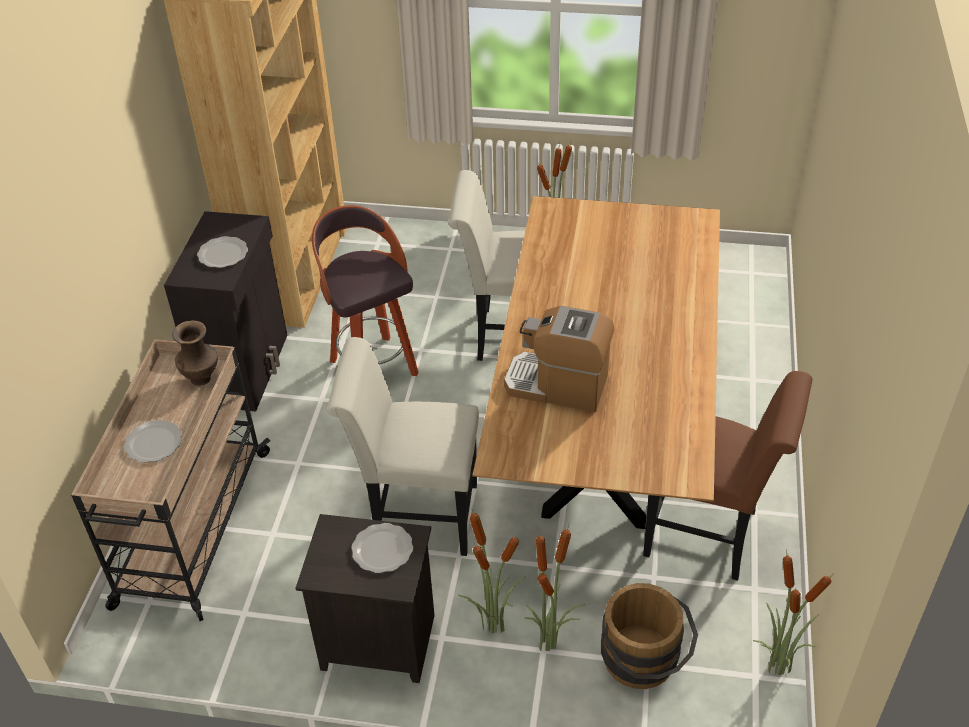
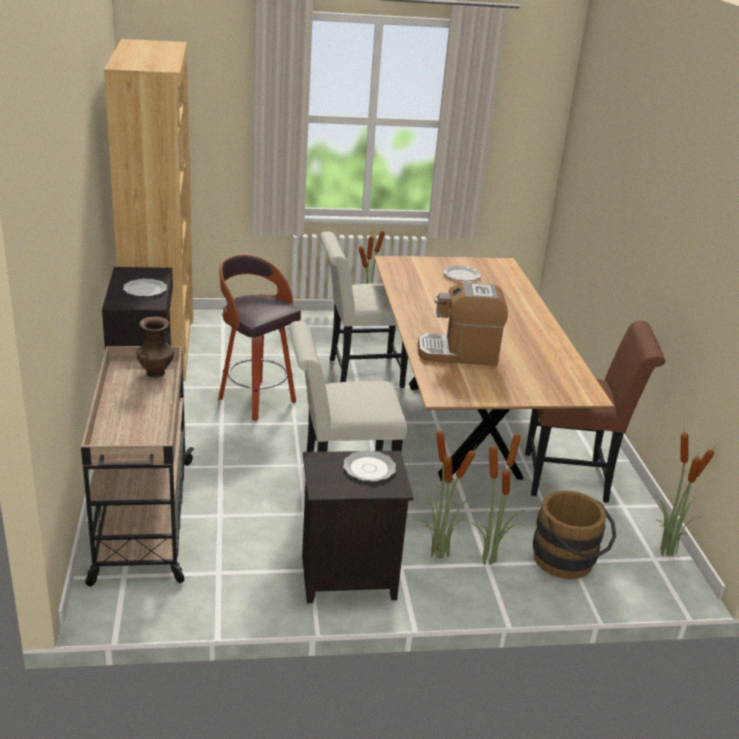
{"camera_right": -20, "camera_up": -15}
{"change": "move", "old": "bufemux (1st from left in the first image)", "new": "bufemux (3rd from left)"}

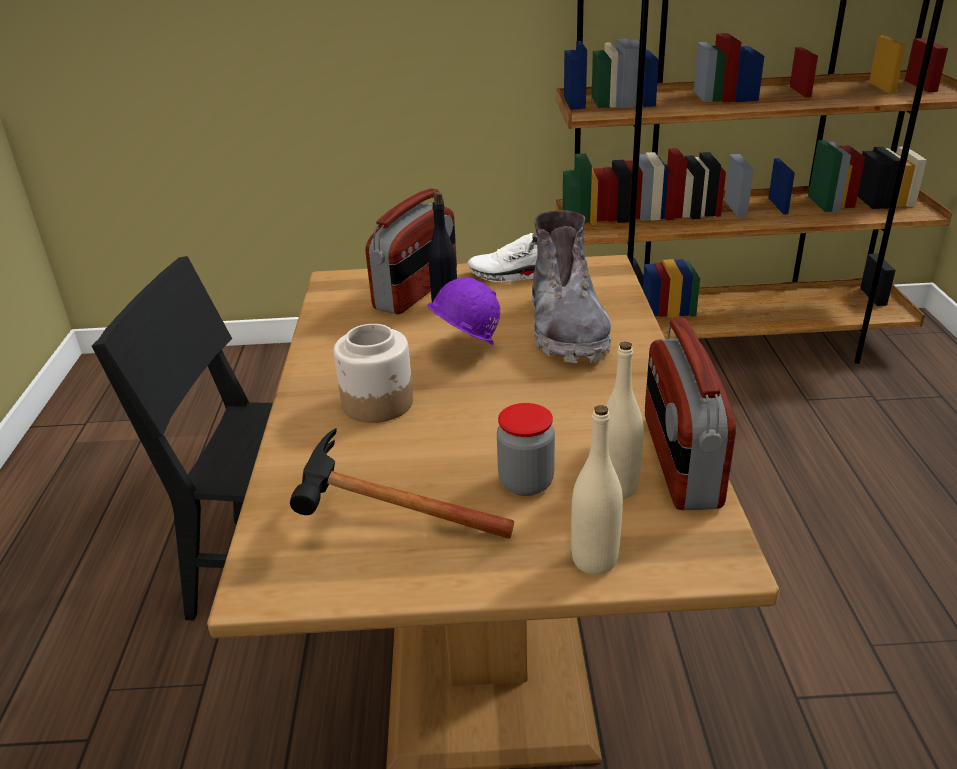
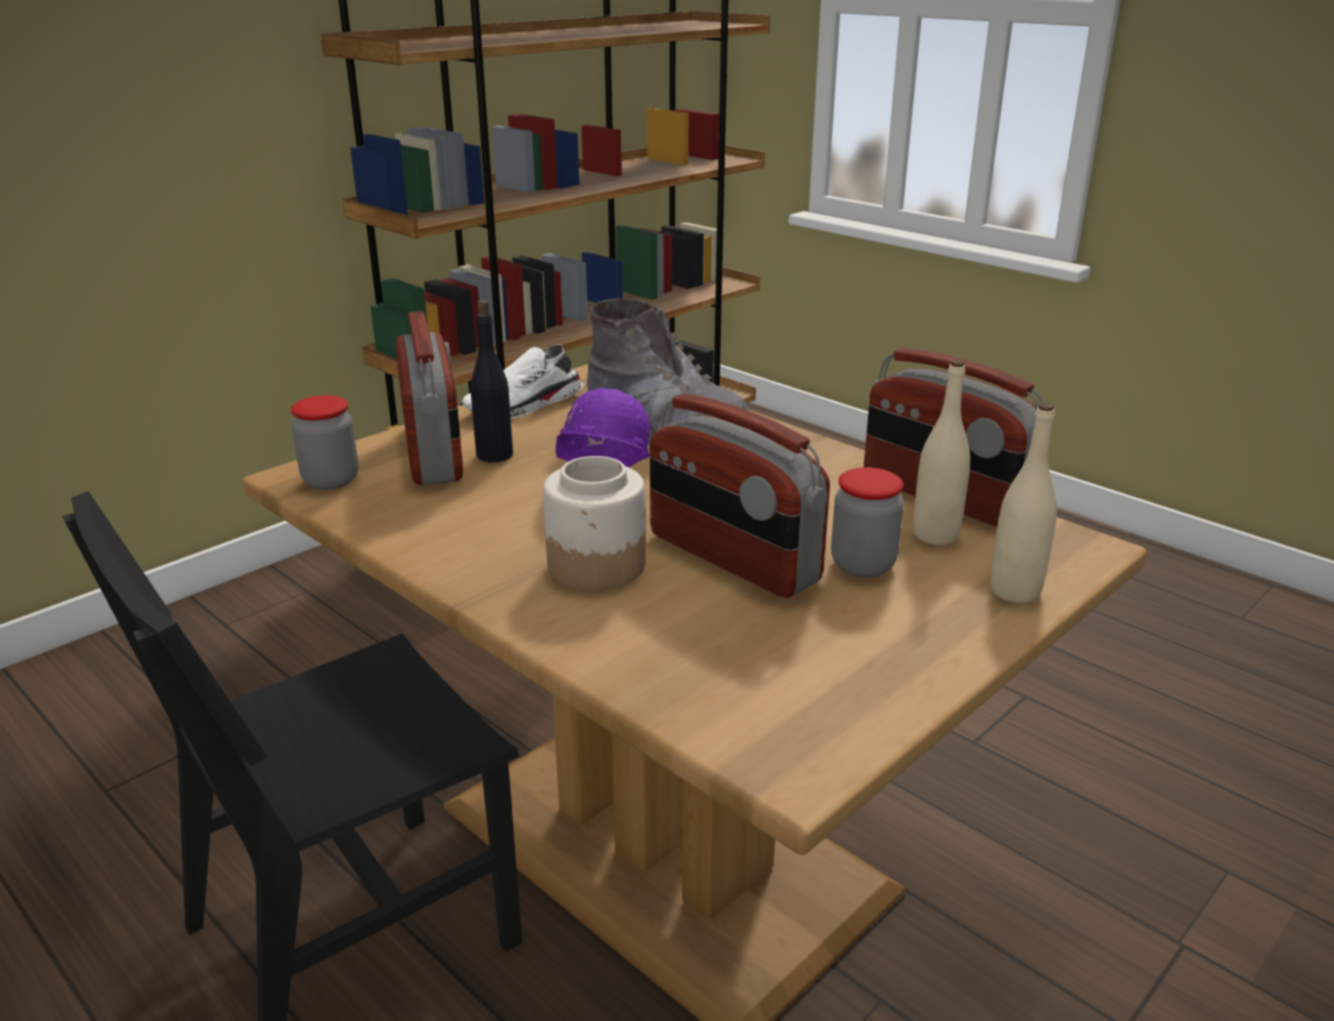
{"camera_right": -45, "camera_up": -5}
{"change": "delete", "old": "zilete"}
{"change": "insert", "new": "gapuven (1st from left)"}
{"change": "insert", "new": "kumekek (2nd from left)"}

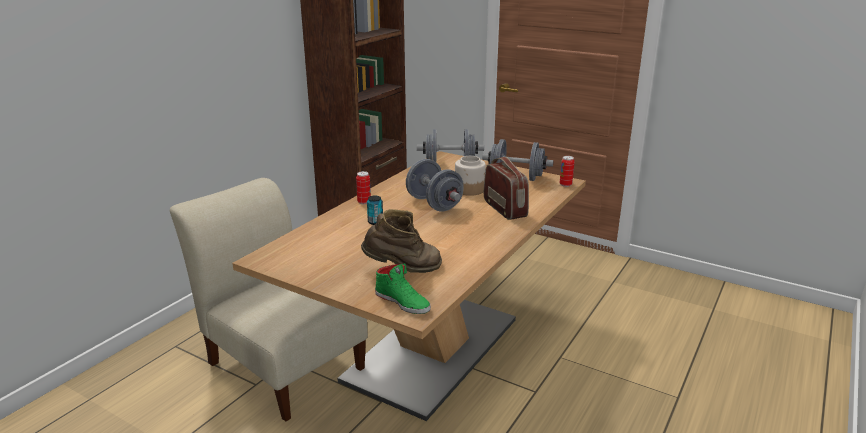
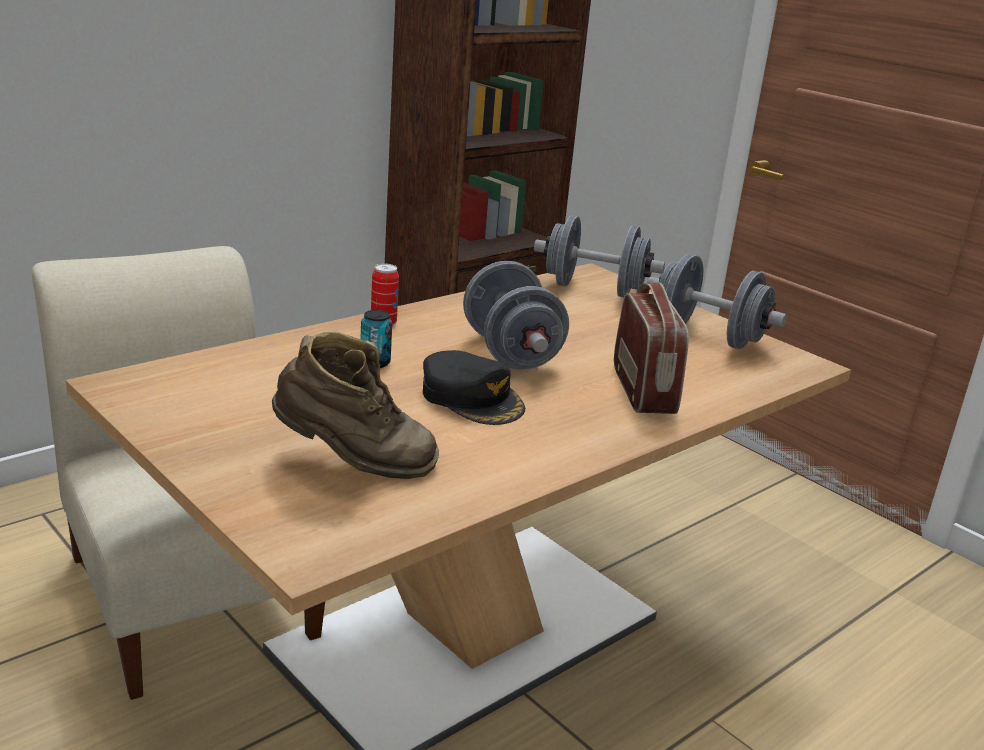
{"camera_right": 15, "camera_up": 0}
{"change": "delete", "old": "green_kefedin"}
{"change": "delete", "old": "gapuven"}
{"change": "delete", "old": "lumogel (3rd from left)"}
{"change": "insert", "new": "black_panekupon"}

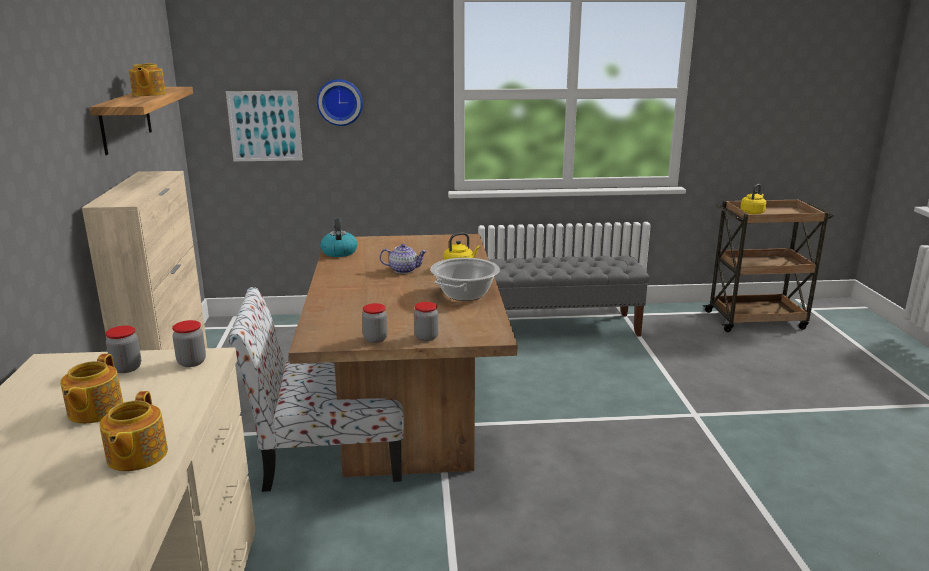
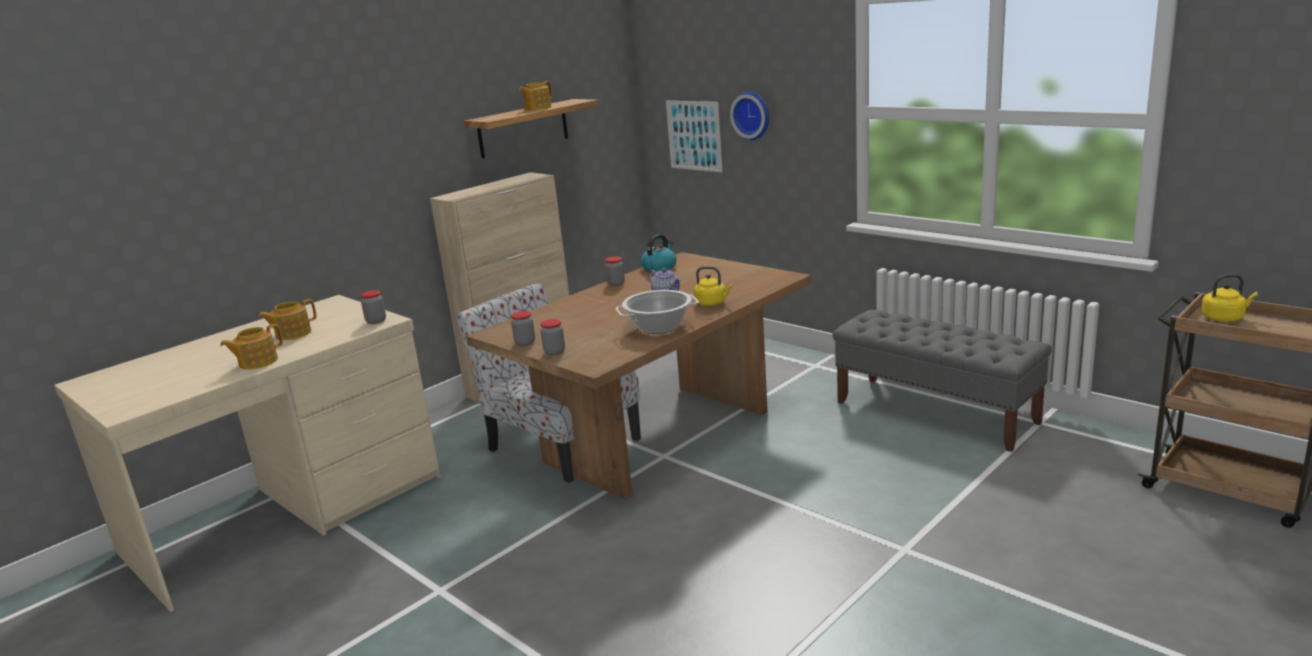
{"camera_right": 50, "camera_up": 0}
{"change": "move", "old": "gapuven (1st from left in the first image)", "new": "gapuven (4th from left)"}

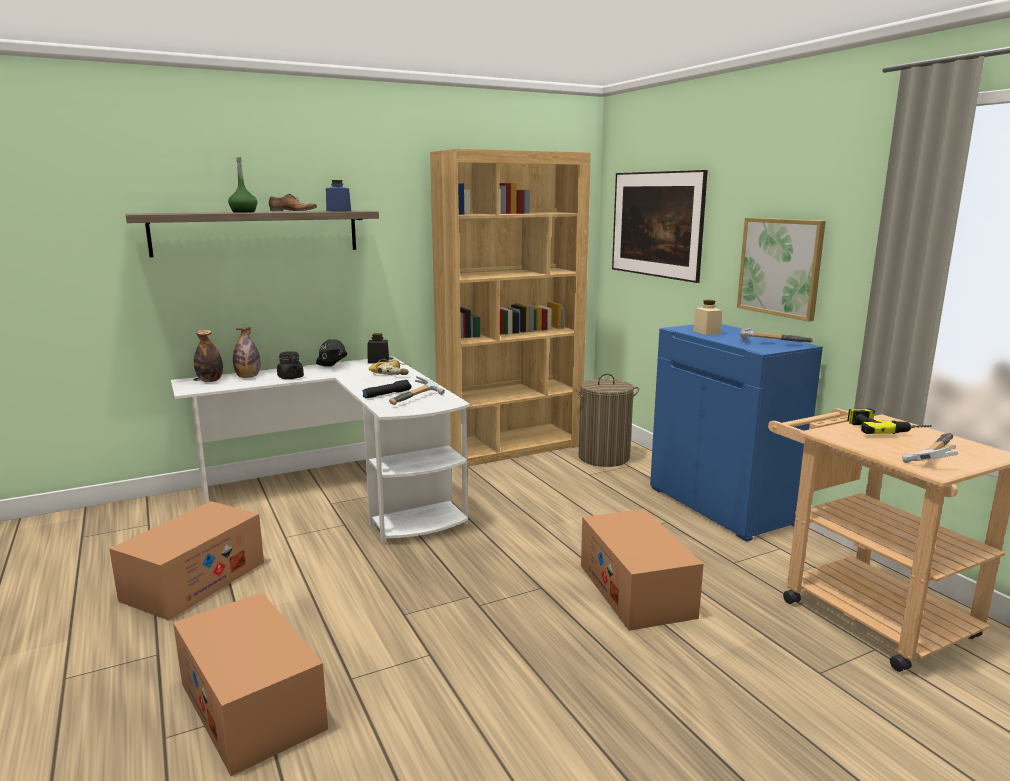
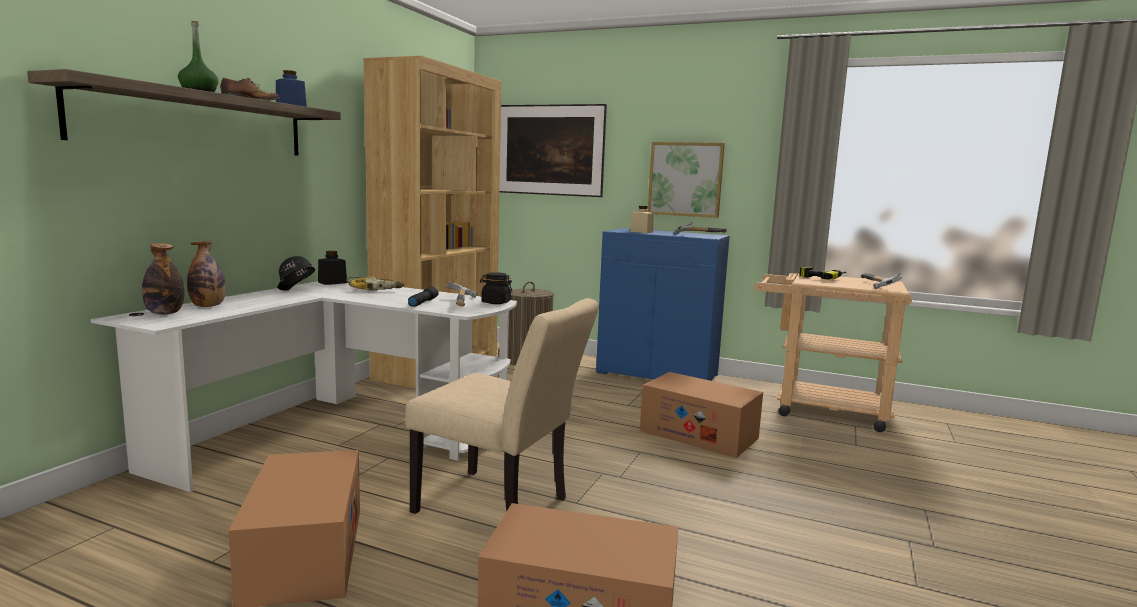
{"camera_right": -40, "camera_up": -5}
{"change": "move", "old": "black_gapuven (1st from left in the first image)", "new": "black_gapuven (2nd from left)"}
{"change": "insert", "new": "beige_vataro"}

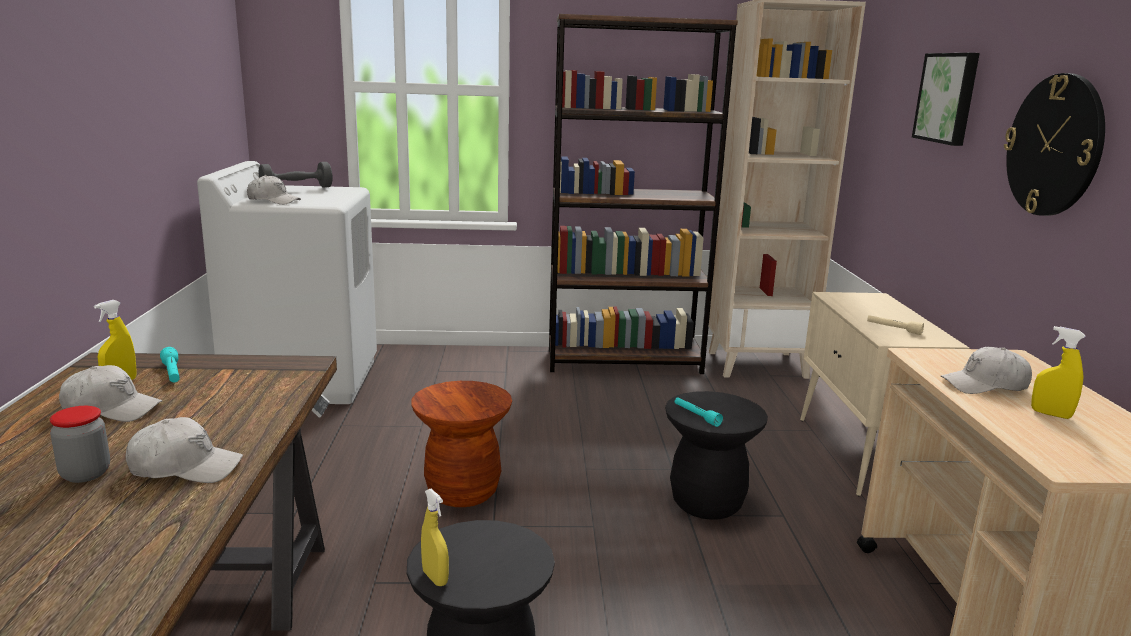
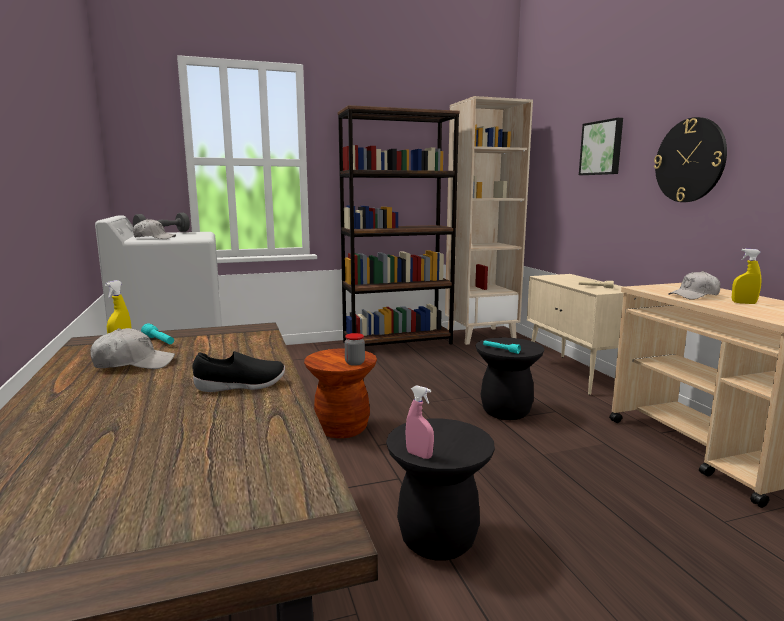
{"camera_right": -15, "camera_up": -5}
{"change": "move", "old": "gapuven"}
{"change": "replace", "old": "white_panekupon (2nd from left)", "new": "black_kefedin"}
{"change": "recolor", "old": "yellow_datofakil (2nd from left)", "new": "pink_datofakil"}

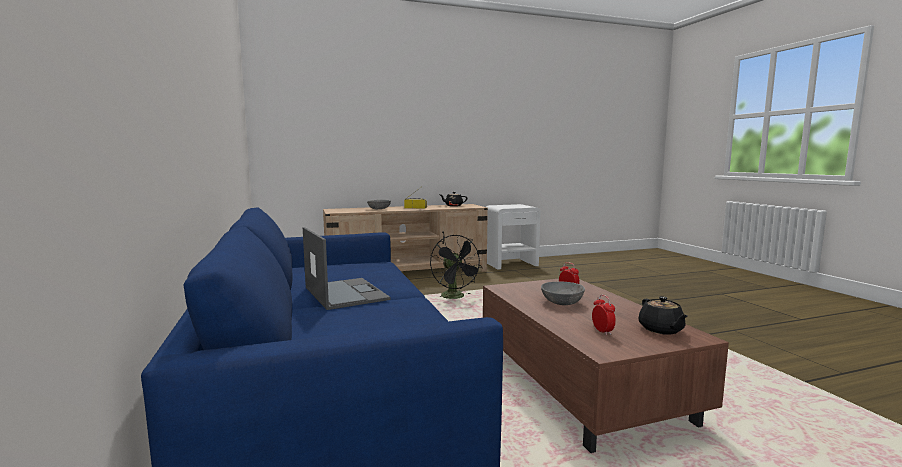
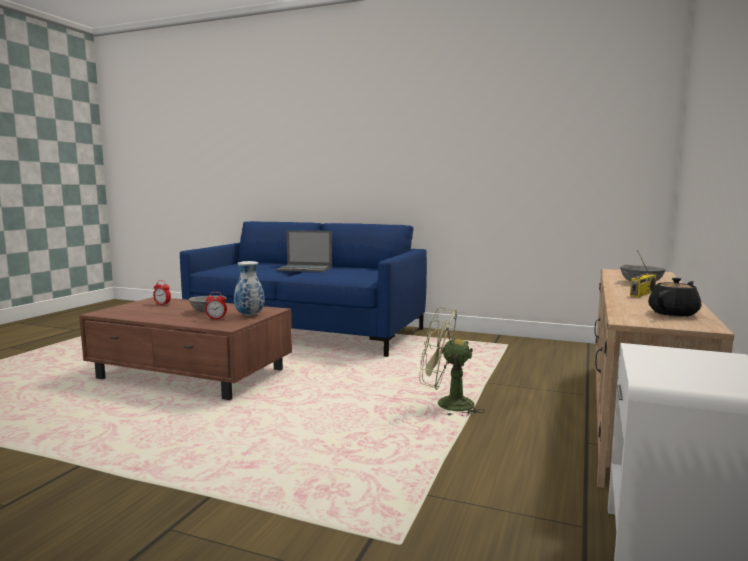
{"camera_right": 130, "camera_up": 0}
{"change": "recolor", "old": "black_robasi", "new": "green_robasi"}
{"change": "delete", "old": "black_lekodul (2nd from left)"}
{"change": "insert", "new": "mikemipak"}

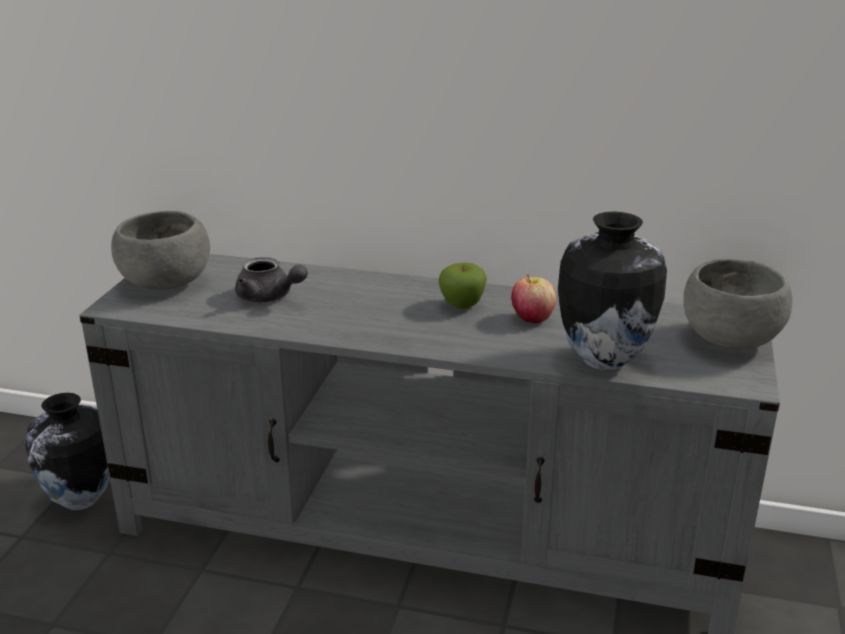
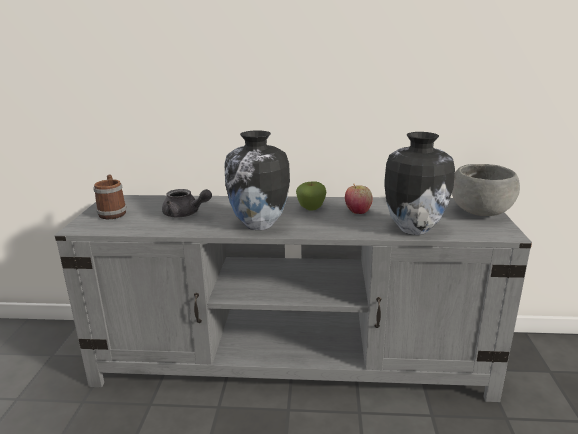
{"camera_right": -10, "camera_up": -5}
{"change": "move", "old": "mikemipak (1st from left)"}
{"change": "replace", "old": "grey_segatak (1st from left)", "new": "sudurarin"}

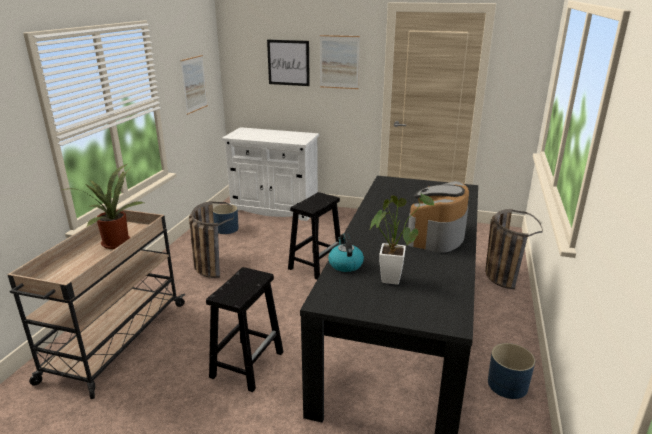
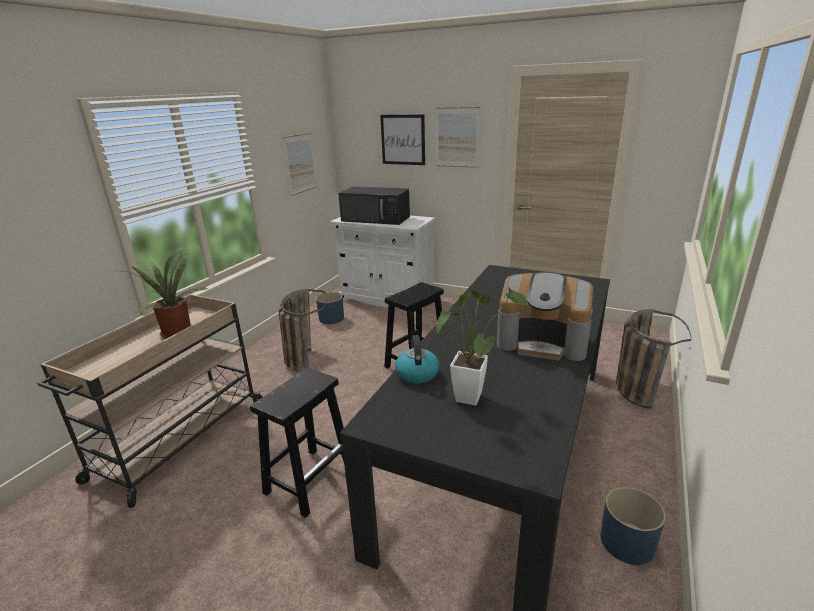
{"camera_right": 10, "camera_up": 0}
{"change": "rotate", "old": "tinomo", "degrees": -105}
{"change": "insert", "new": "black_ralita"}

